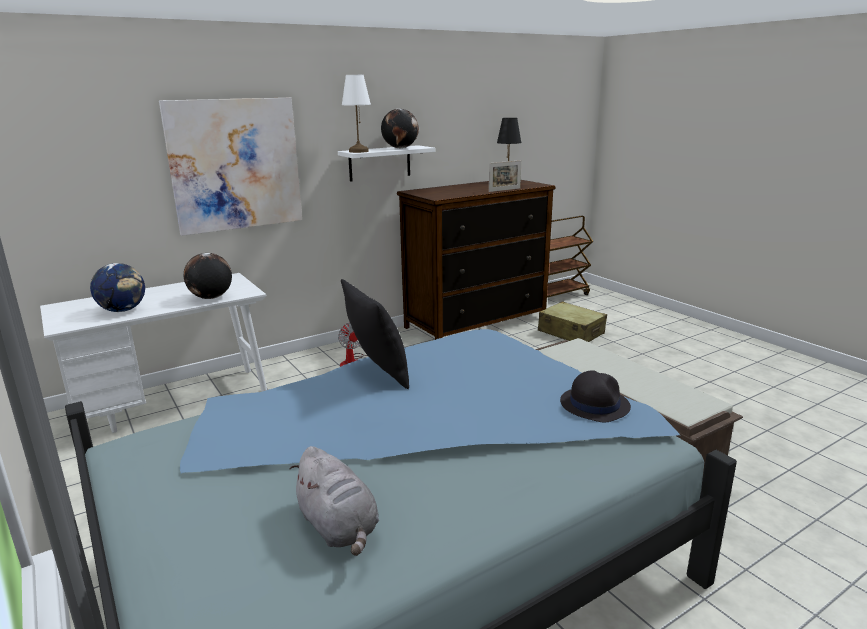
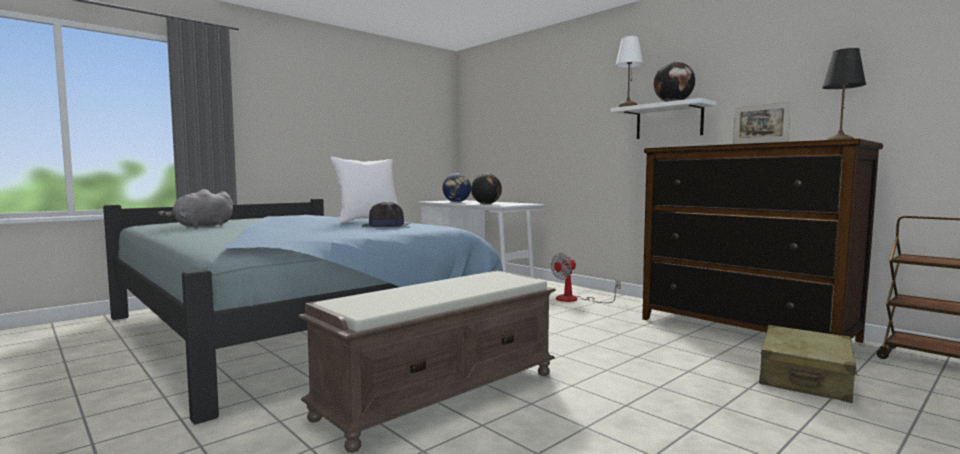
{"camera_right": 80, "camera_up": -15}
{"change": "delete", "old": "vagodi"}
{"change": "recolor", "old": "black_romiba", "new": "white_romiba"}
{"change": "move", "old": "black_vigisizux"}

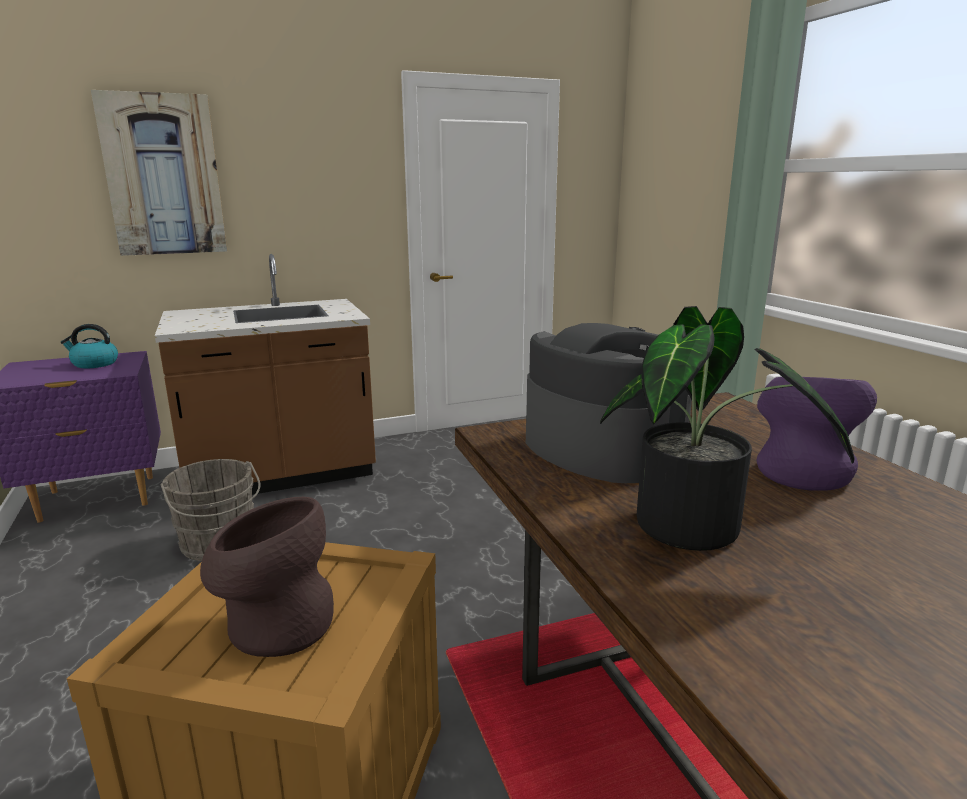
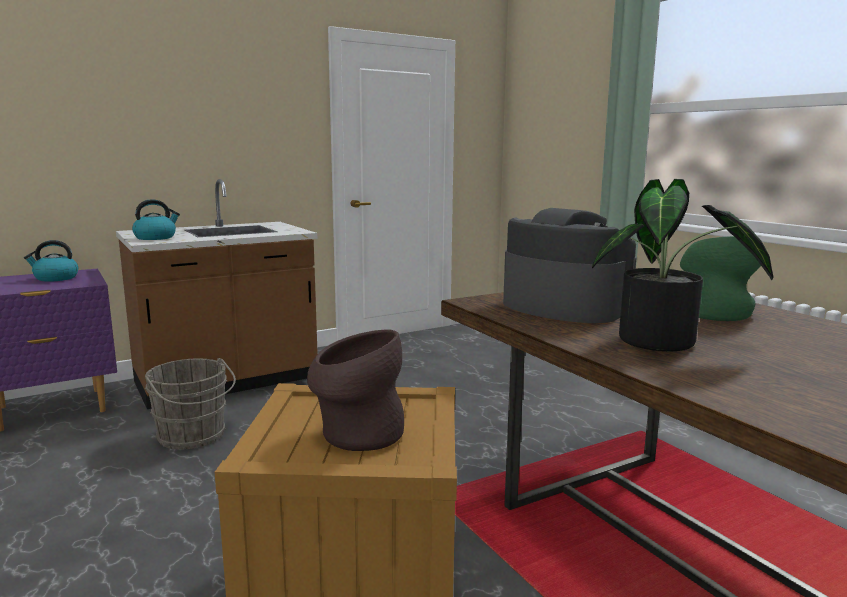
{"camera_right": -10, "camera_up": -5}
{"change": "delete", "old": "vagodi"}
{"change": "recolor", "old": "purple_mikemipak", "new": "green_mikemipak"}
{"change": "insert", "new": "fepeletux (2nd from left)"}

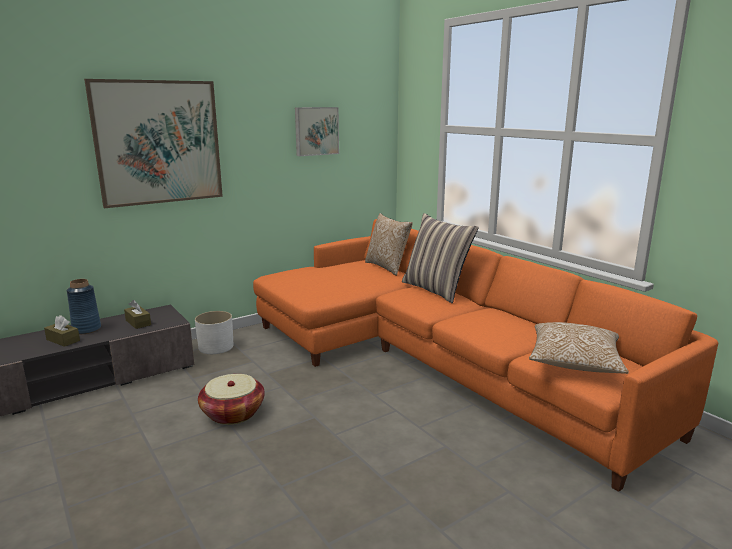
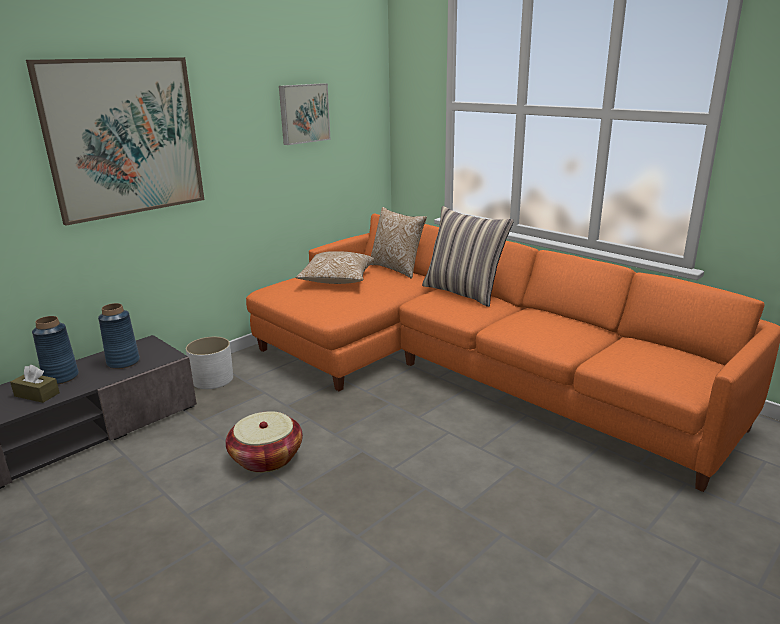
{"camera_right": -10, "camera_up": 5}
{"change": "replace", "old": "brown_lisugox (2nd from left)", "new": "blue_mikemipak (2nd from left)"}
{"change": "move", "old": "romiba (3rd from left in the first image)", "new": "romiba (1st from left)"}

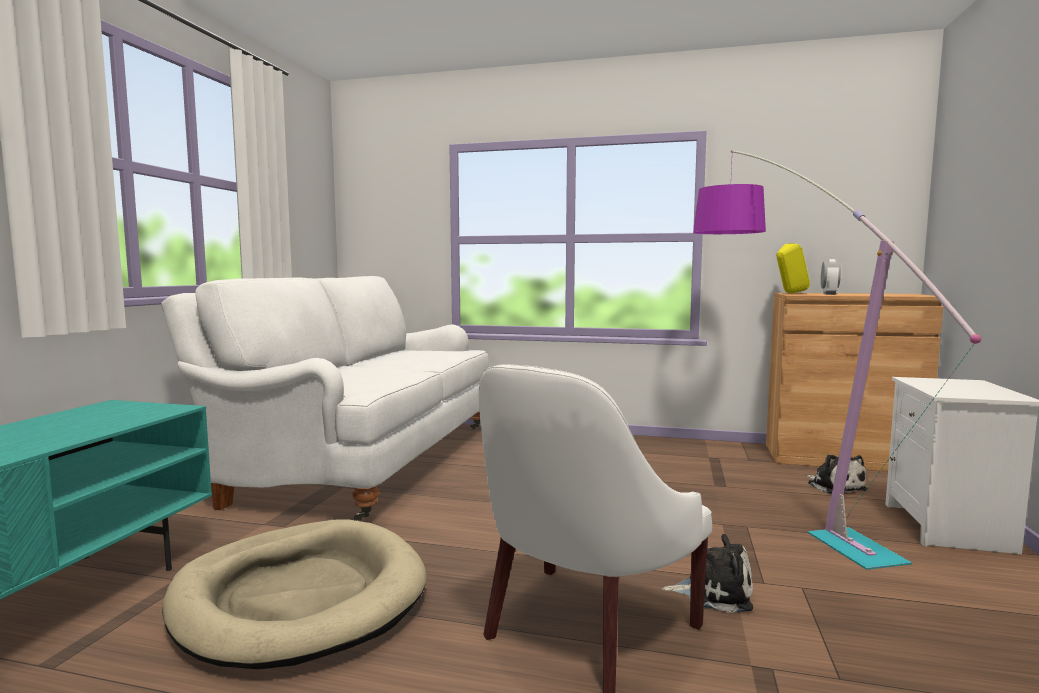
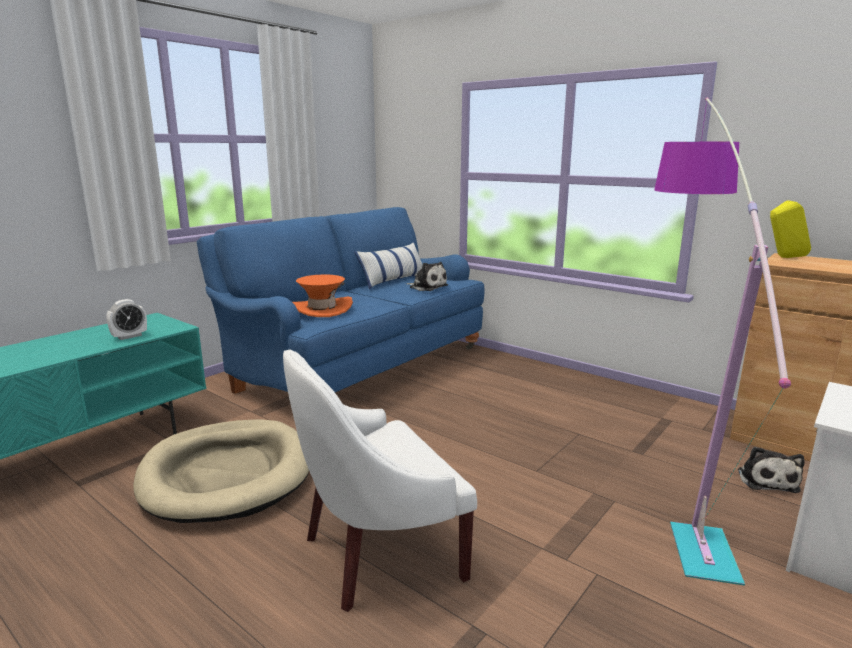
{"camera_right": 25, "camera_up": 10}
{"change": "recolor", "old": "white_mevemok", "new": "blue_mevemok"}
{"change": "move", "old": "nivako (1st from left)"}
{"change": "move", "old": "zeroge"}
{"change": "insert", "new": "orange_vigisizux"}
{"change": "insert", "new": "romiba"}

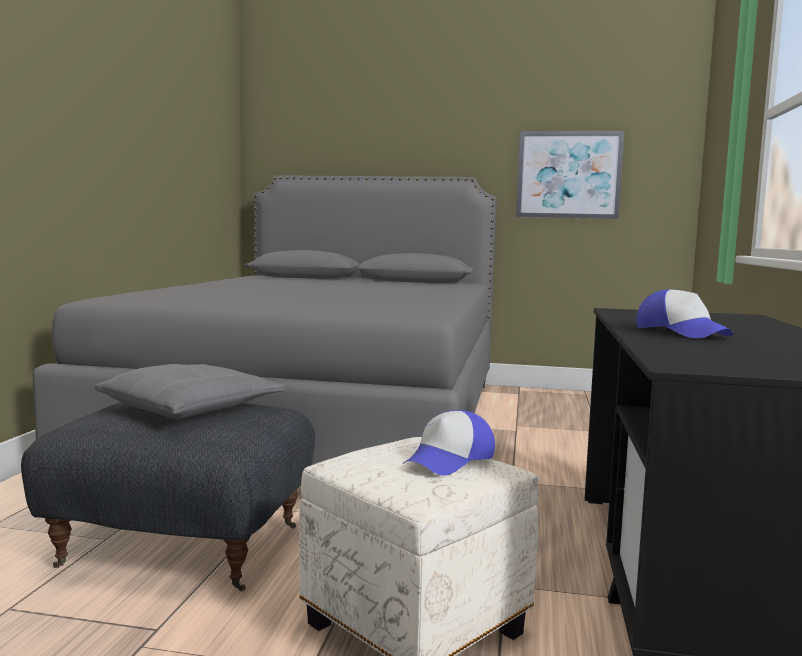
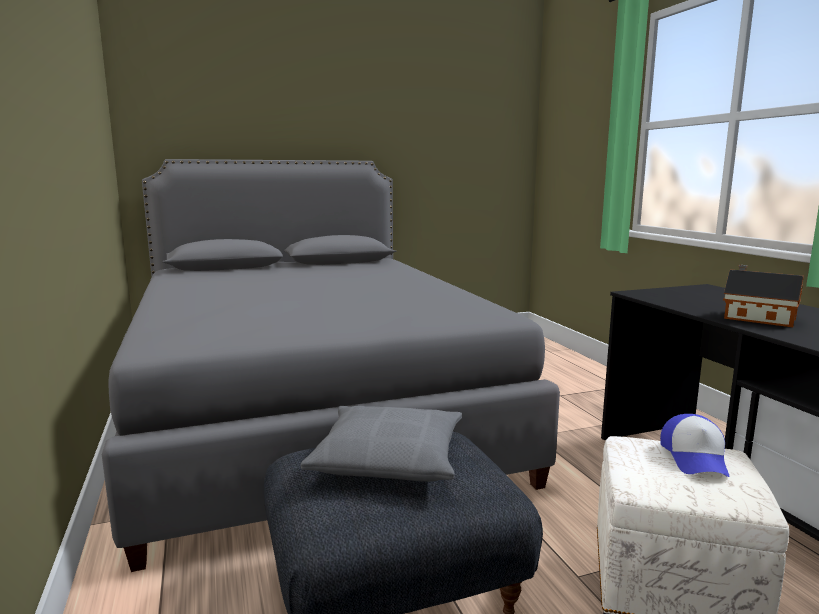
{"camera_right": -30, "camera_up": 5}
{"change": "delete", "old": "vagodi"}
{"change": "replace", "old": "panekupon (2nd from left)", "new": "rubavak"}

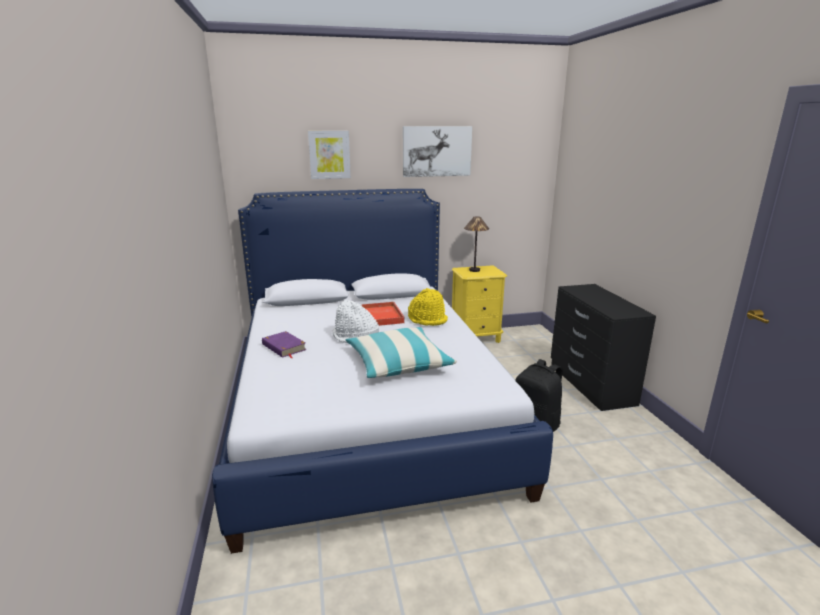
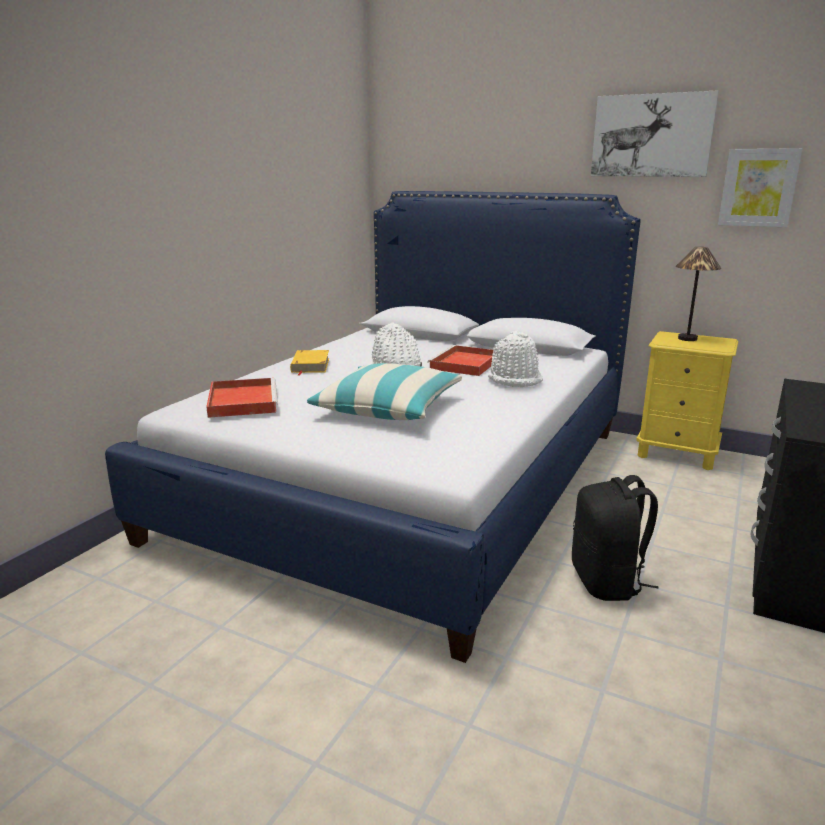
{"camera_right": 40, "camera_up": 0}
{"change": "recolor", "old": "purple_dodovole", "new": "yellow_dodovole"}
{"change": "move", "old": "vagodi (1st from left in the first image)", "new": "vagodi (2nd from left)"}
{"change": "recolor", "old": "yellow_vigisizux", "new": "white_vigisizux (2nd from left)"}
{"change": "insert", "new": "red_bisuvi (1st from left)"}

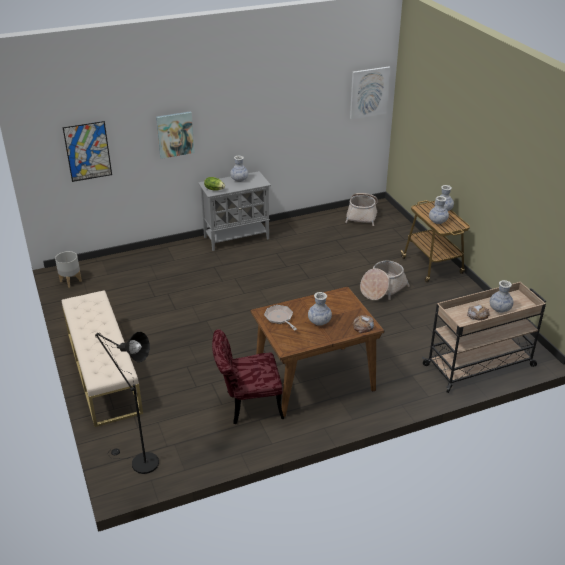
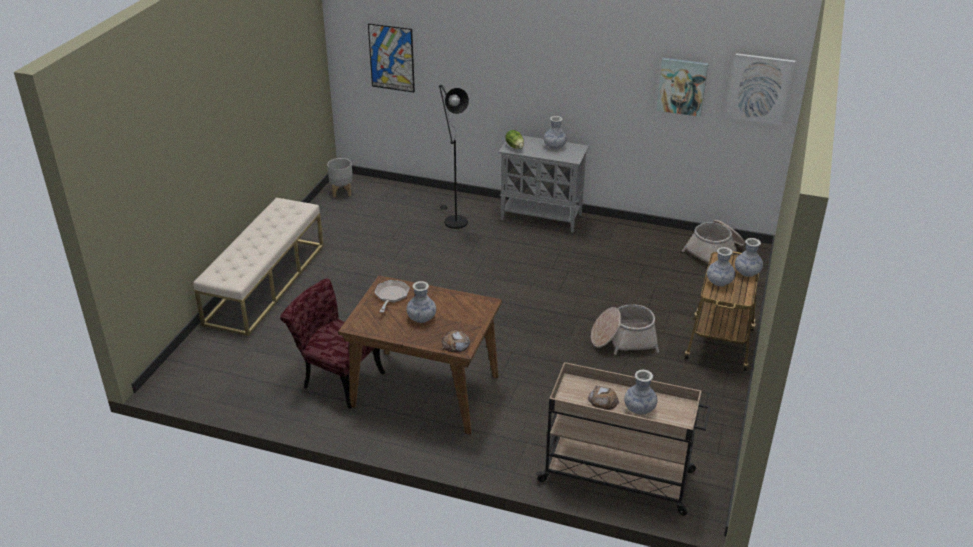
{"camera_right": 40, "camera_up": 0}
{"change": "move", "old": "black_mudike"}
{"change": "move", "old": "vagodi (2nd from left)"}

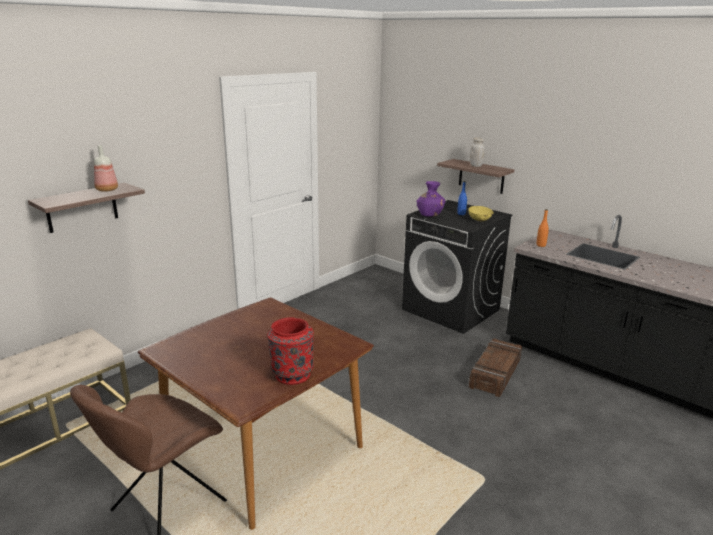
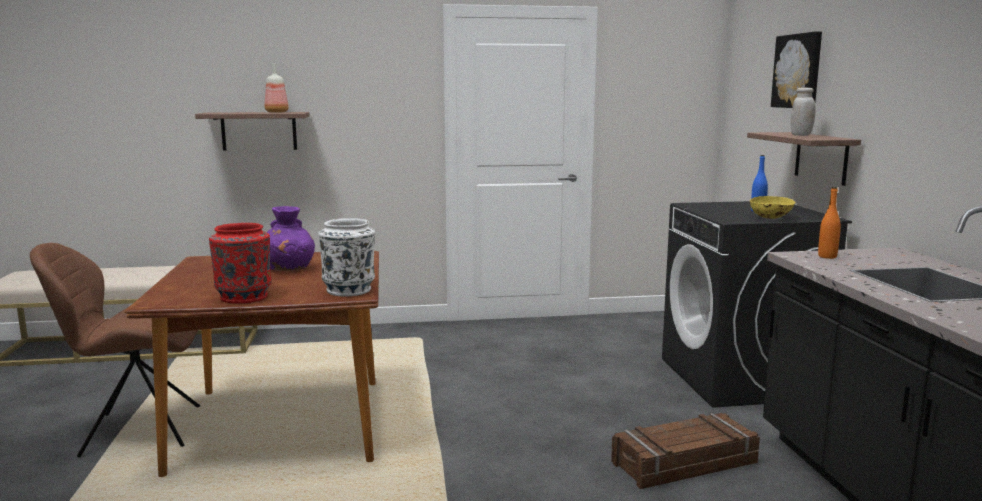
{"camera_right": 40, "camera_up": -10}
{"change": "move", "old": "purple_mikemipak"}
{"change": "insert", "new": "white_mikemipak"}
{"change": "insert", "new": "vagodi"}

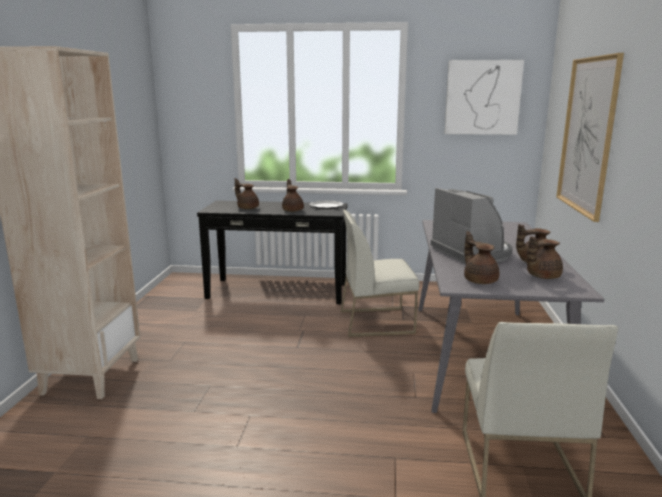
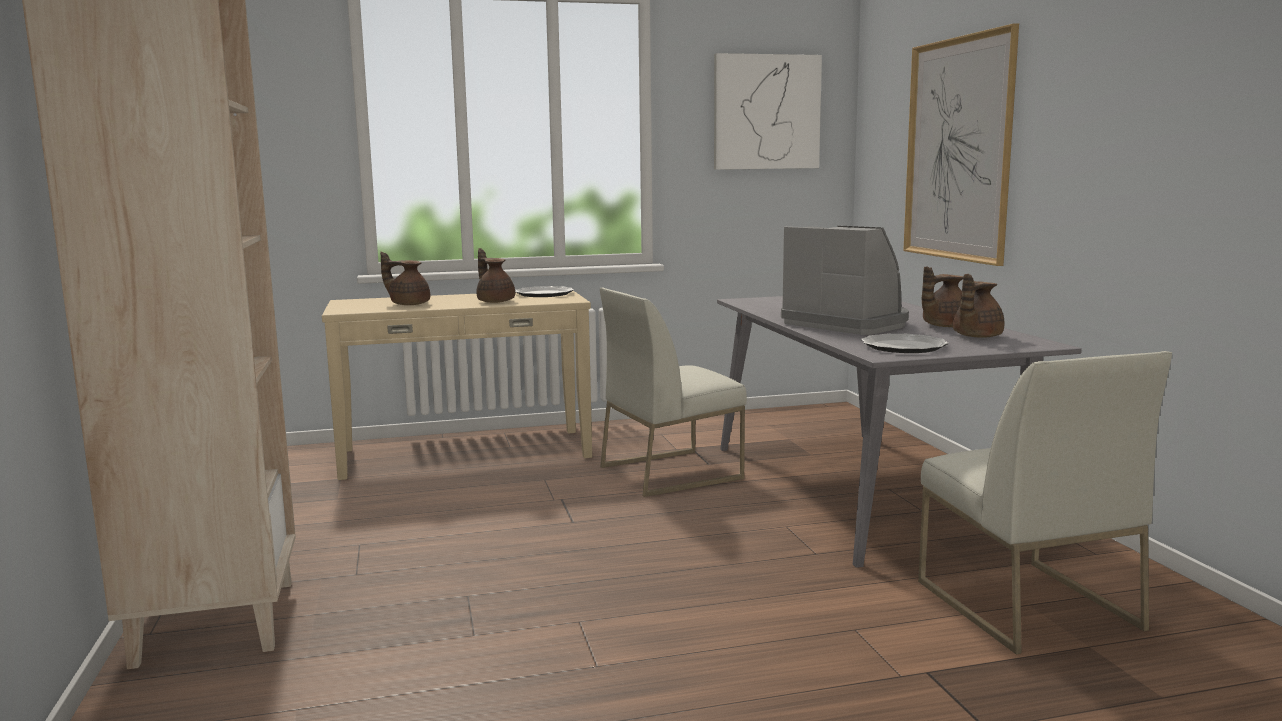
{"camera_right": -20, "camera_up": -5}
{"change": "recolor", "old": "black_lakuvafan", "new": "beige_lakuvafan"}
{"change": "replace", "old": "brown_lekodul (3rd from left)", "new": "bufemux (2nd from left)"}

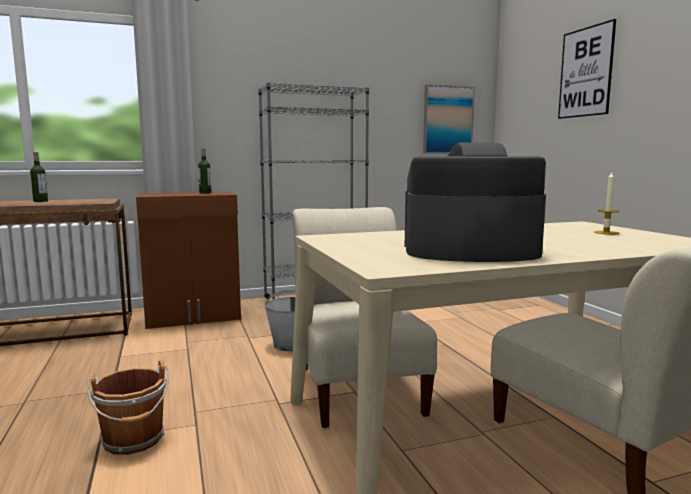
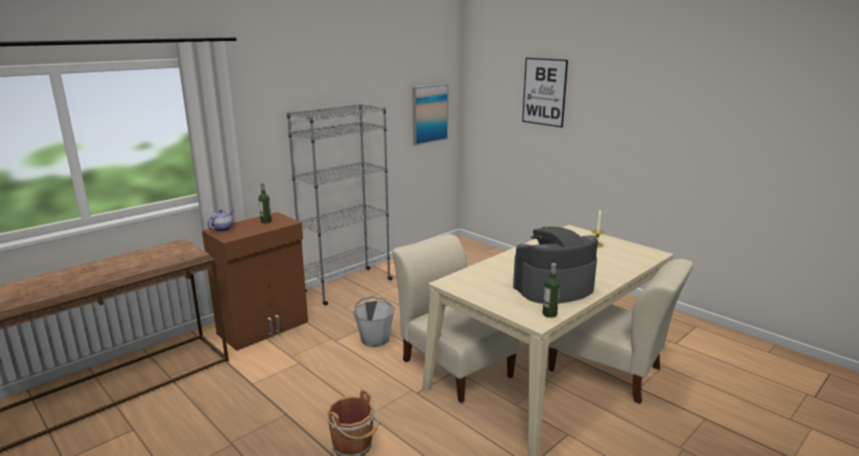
{"camera_right": -25, "camera_up": 10}
{"change": "move", "old": "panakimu (1st from left in the first image)", "new": "panakimu (2nd from left)"}
{"change": "insert", "new": "lekodul"}

